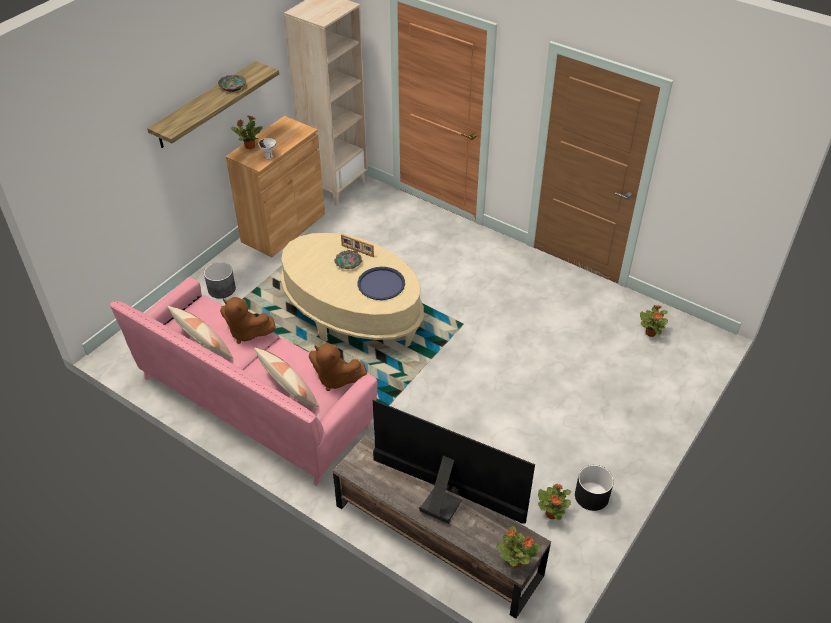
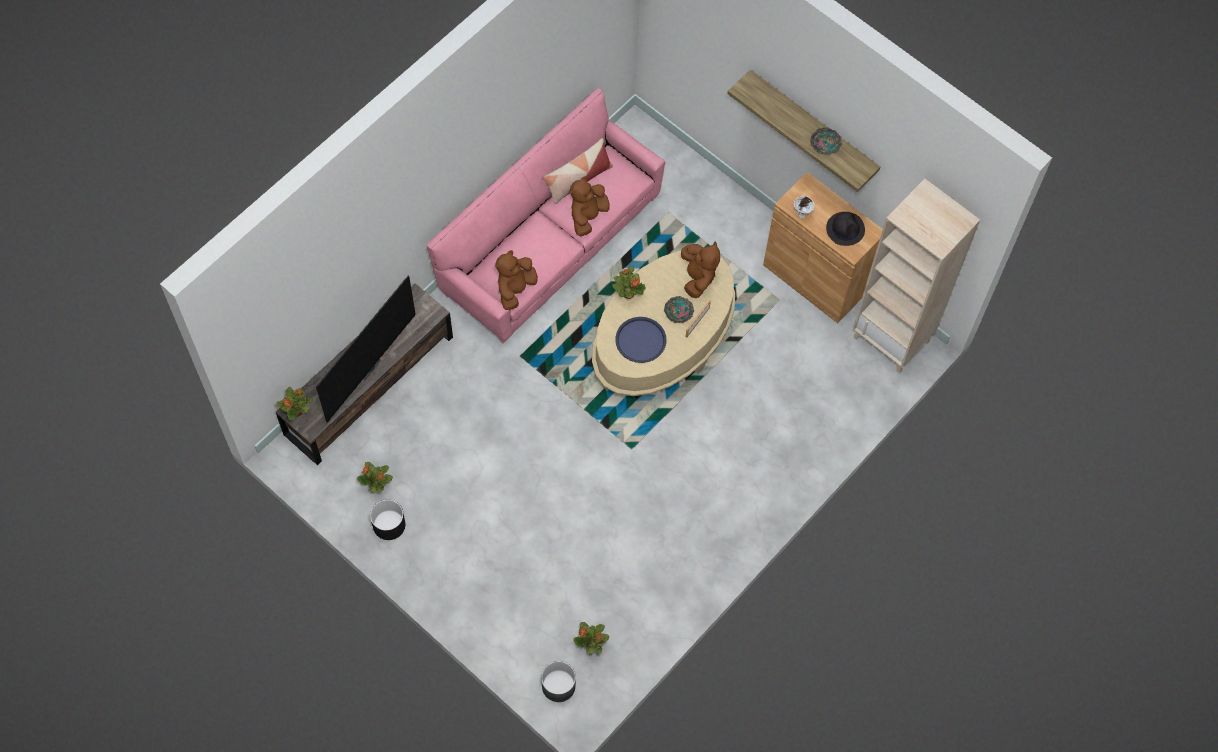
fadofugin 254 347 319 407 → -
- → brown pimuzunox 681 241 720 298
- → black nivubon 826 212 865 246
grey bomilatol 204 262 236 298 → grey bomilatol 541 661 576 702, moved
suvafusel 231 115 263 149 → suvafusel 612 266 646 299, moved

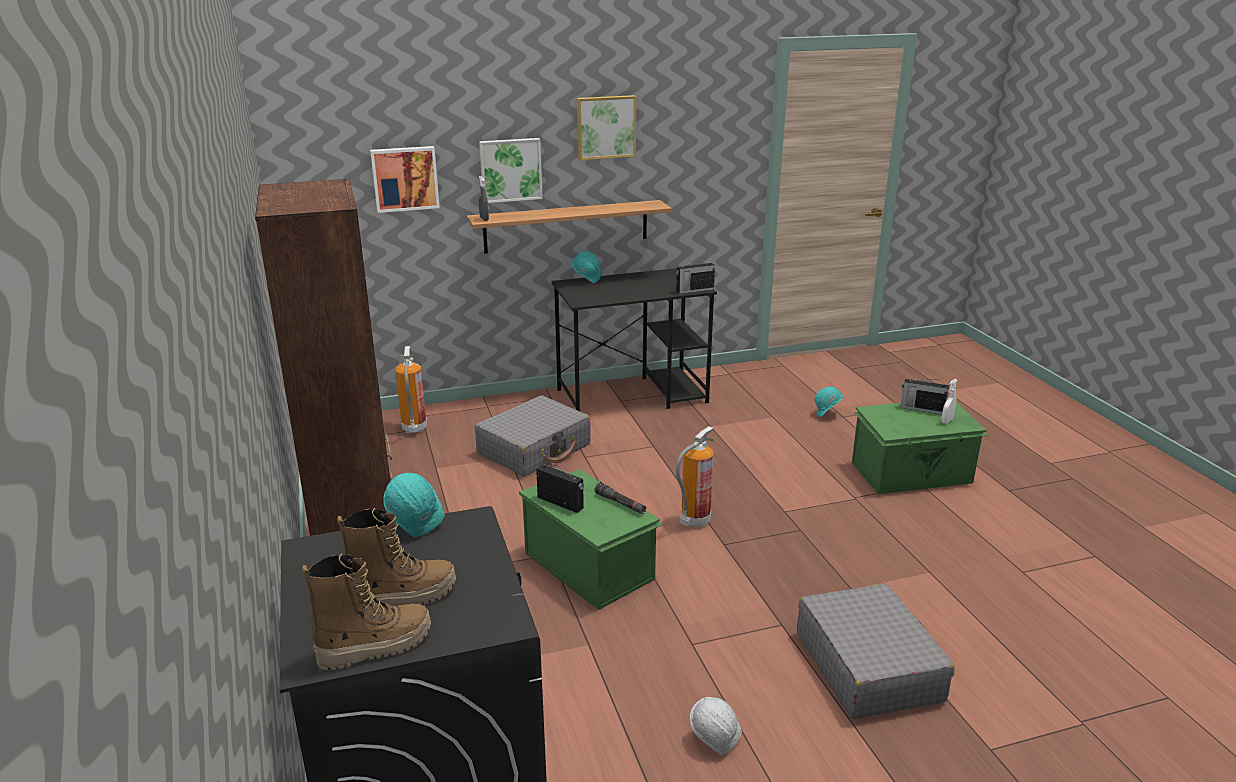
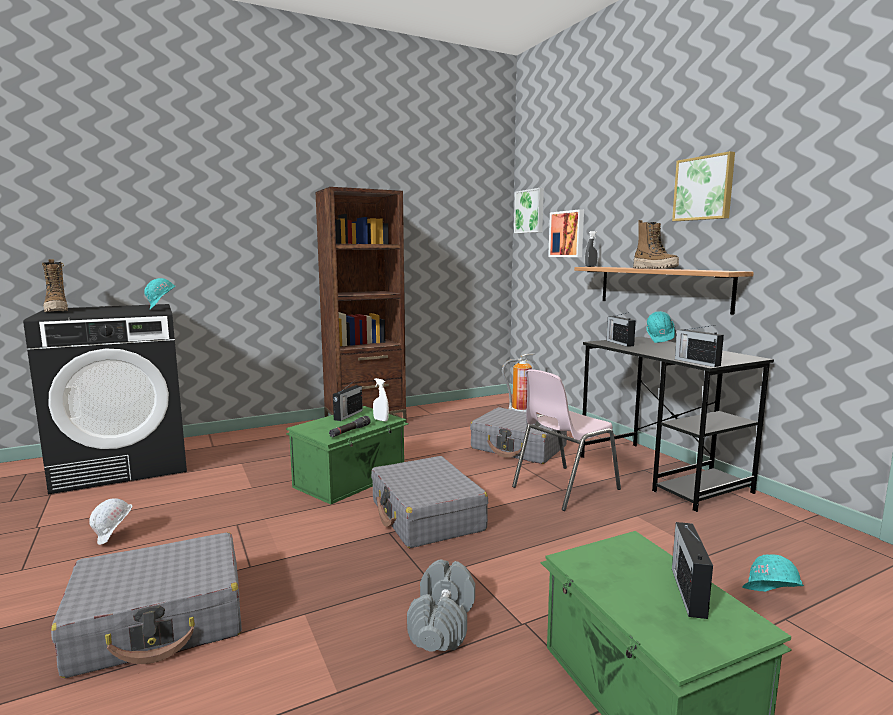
- → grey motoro 407 560 475 651
- → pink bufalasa 512 369 621 511
- → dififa 607 312 636 347
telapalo 337 508 456 606 → telapalo 633 220 679 269, moved
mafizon 479 138 543 203 → mafizon 514 188 544 233, moved
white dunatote 941 379 958 424 → white dunatote 373 378 389 422, moved
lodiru 675 426 714 528 → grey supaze 371 456 488 548

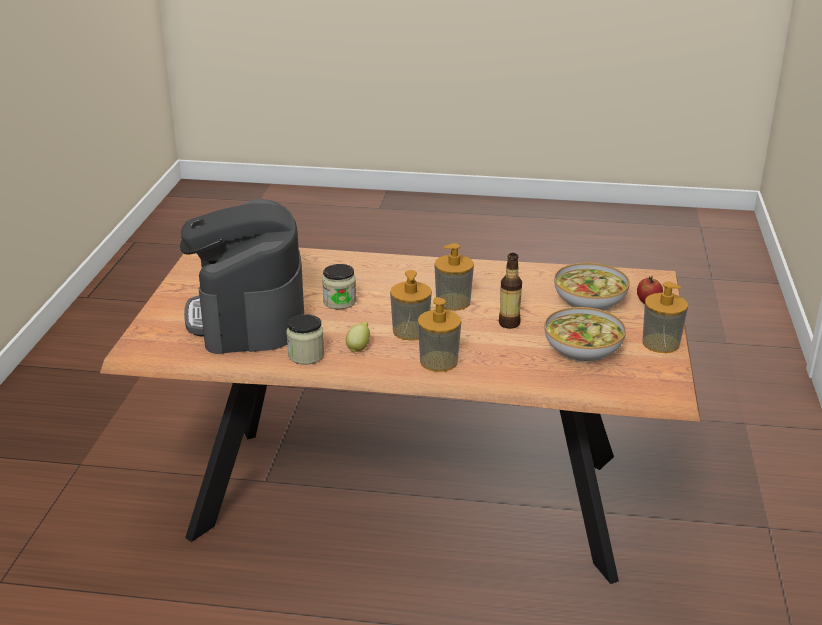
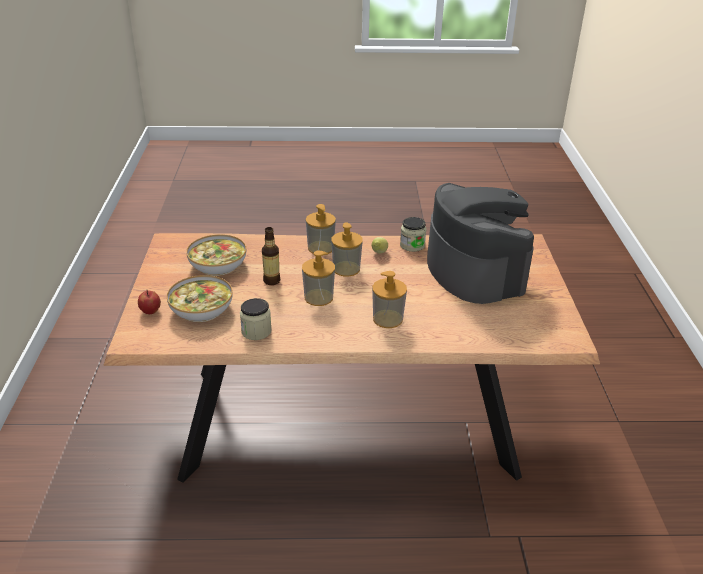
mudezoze 322 264 356 309 → mudezoze 240 298 272 340, moved
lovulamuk 642 282 688 353 → lovulamuk 372 271 407 328, moved

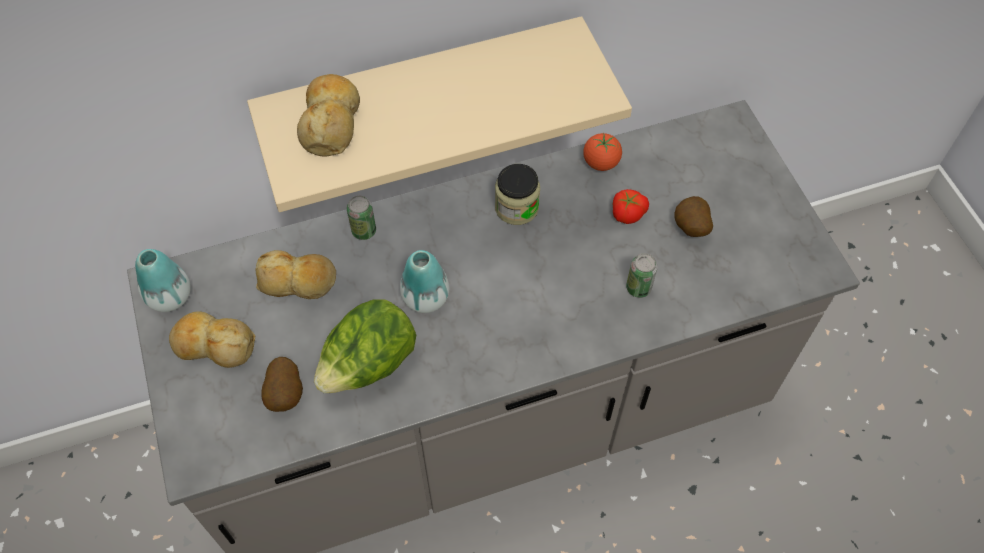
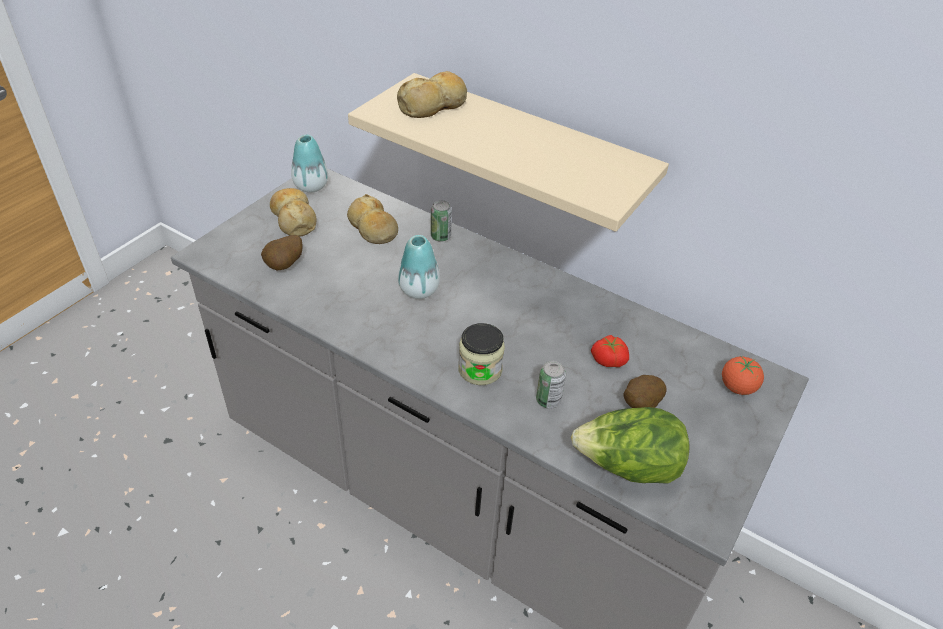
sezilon 314 299 416 393 → sezilon 571 407 690 484, moved
mudezoze 495 164 540 225 → mudezoze 458 323 505 385, moved
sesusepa 583 133 622 171 → sesusepa 722 357 764 395, moved

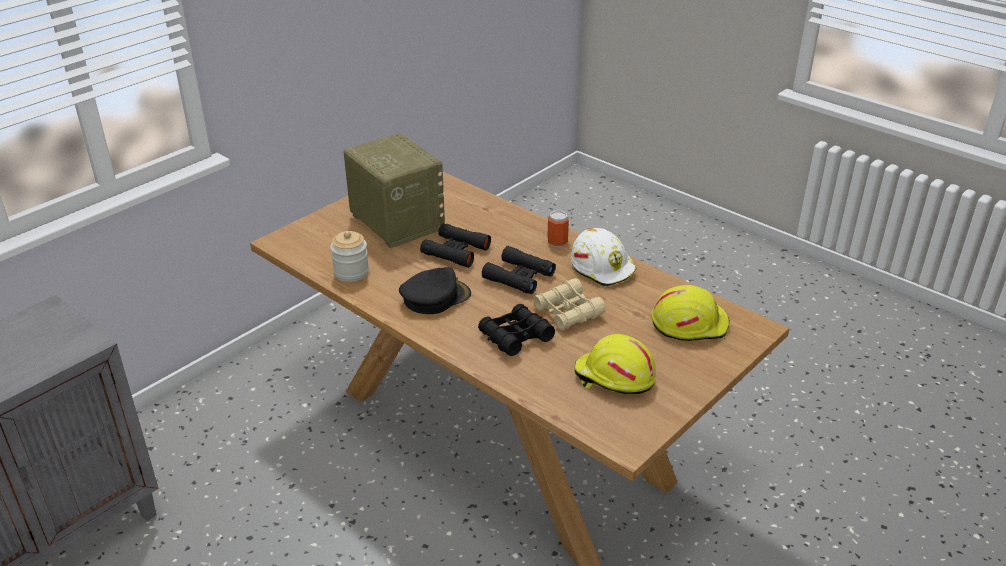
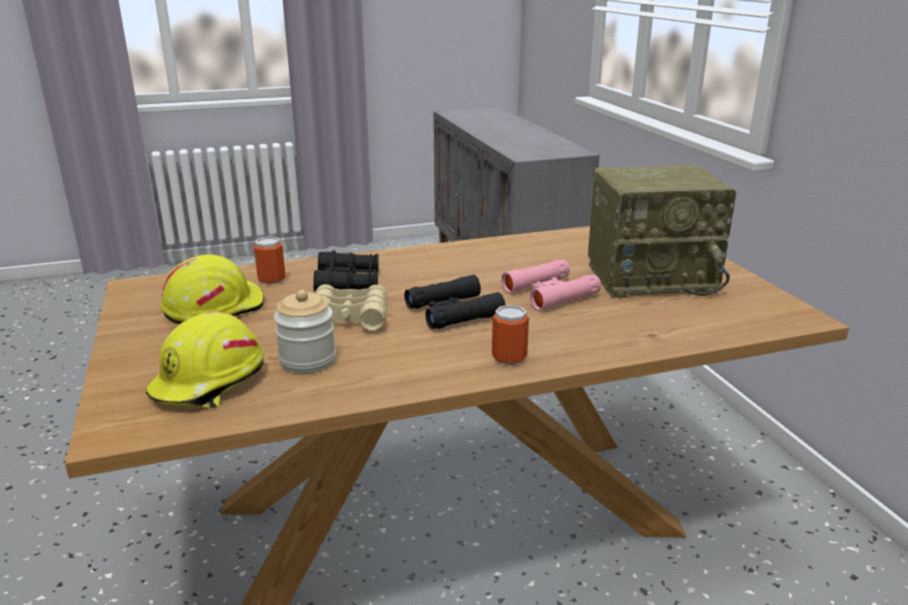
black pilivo 399 267 471 314 → -
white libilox 571 228 637 287 → -
- → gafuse 254 236 286 285
mudezoze 330 231 369 282 → mudezoze 274 290 336 374, moved
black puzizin 420 223 491 268 → pink puzizin 501 260 601 311

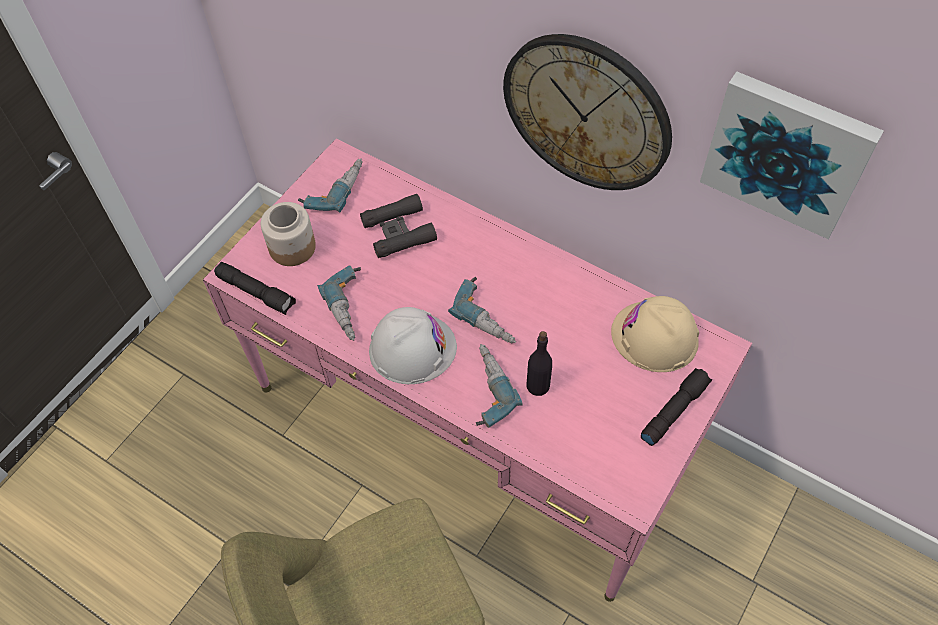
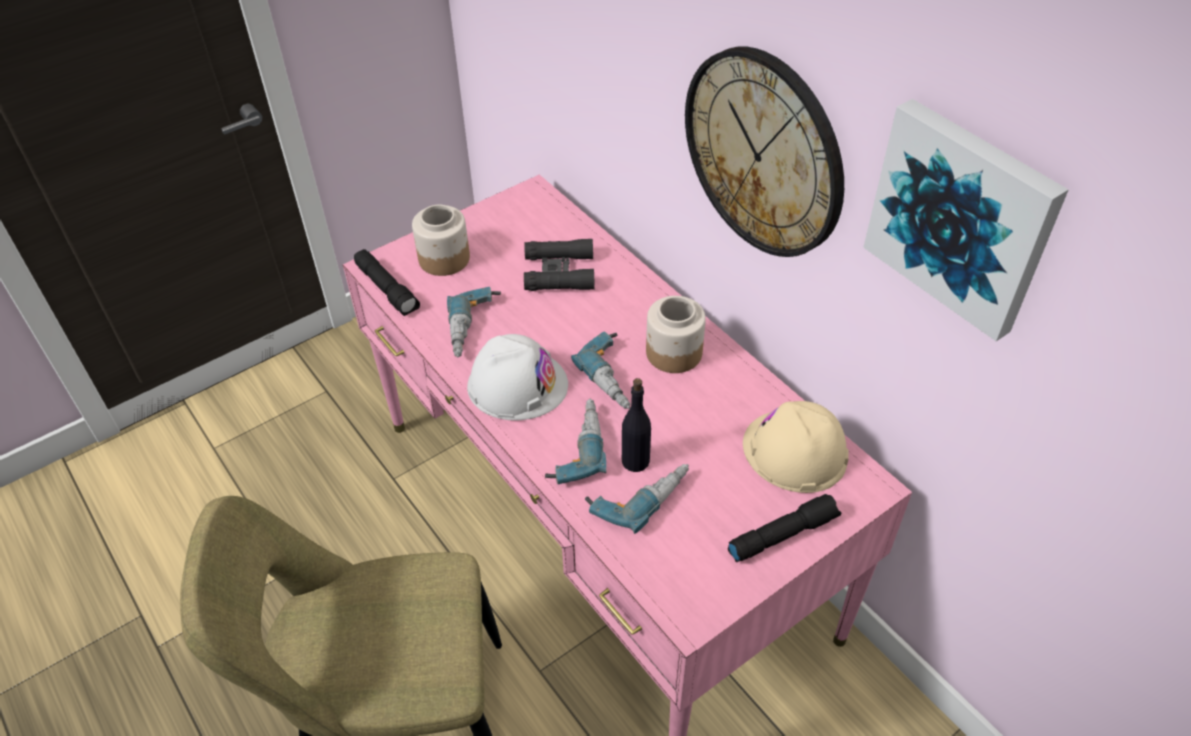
- → mudezoze 646 296 706 373
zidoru 298 158 363 213 → zidoru 585 464 689 534, moved

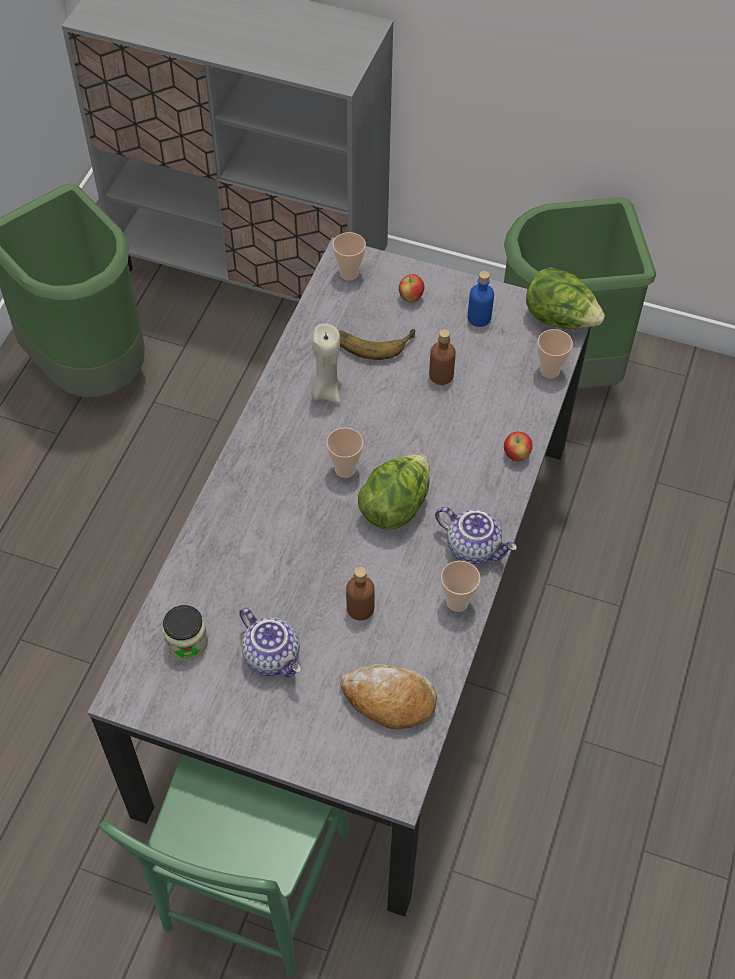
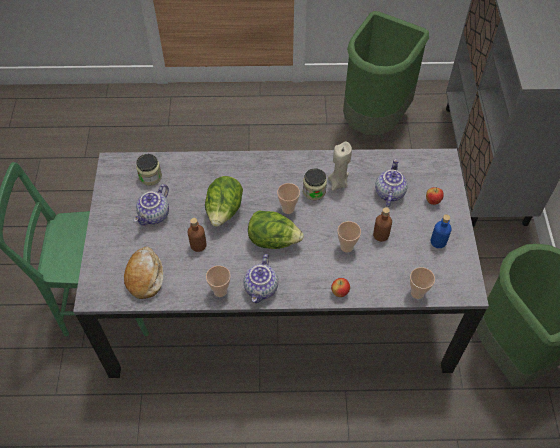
- → mudezoze 303 169 327 200
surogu 333 232 366 280 → surogu 337 221 361 253, moved
sezilon 526 267 605 329 → sezilon 205 176 243 227, moved
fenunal 339 329 415 360 → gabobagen 375 159 408 207

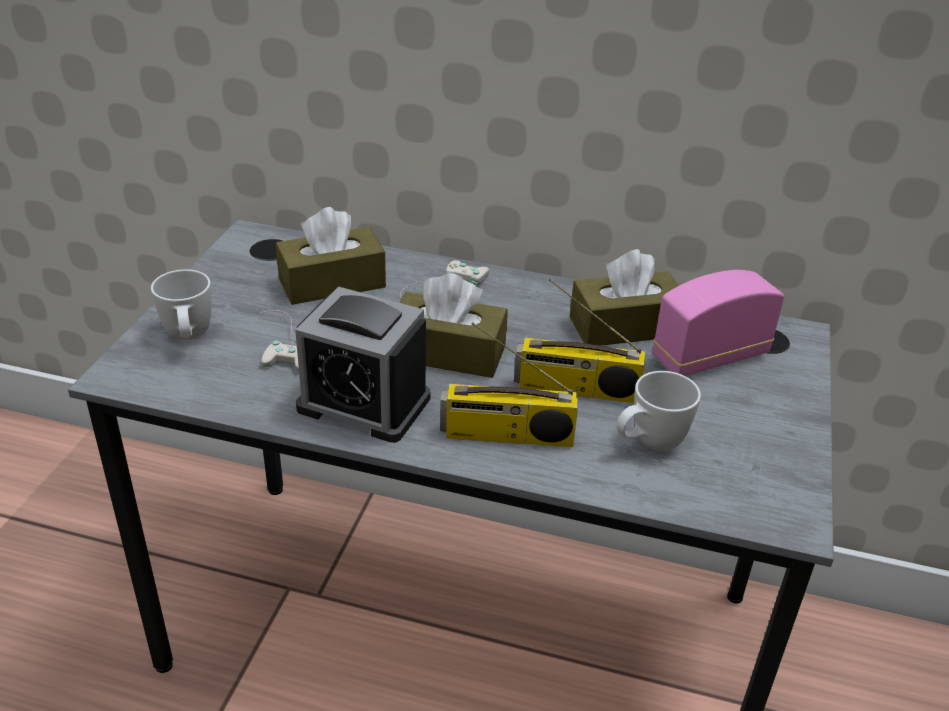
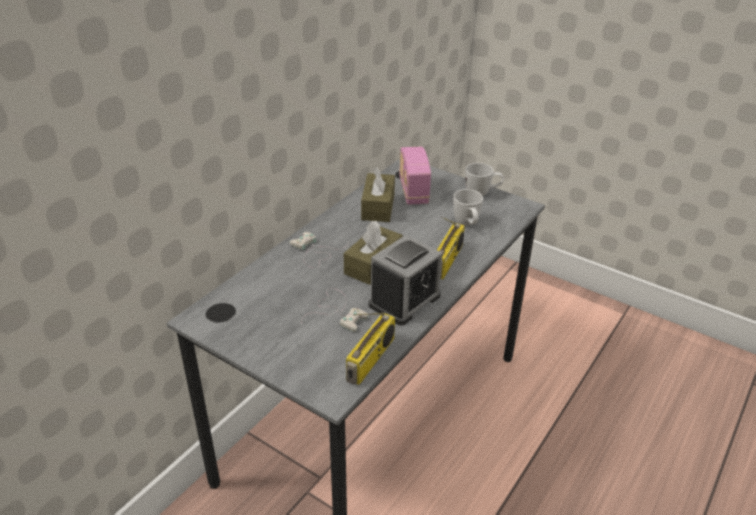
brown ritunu 276 207 386 305 → -
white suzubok 151 269 211 340 → white suzubok 465 163 504 196, moved
dififa 514 279 645 403 → dififa 346 312 395 385, moved

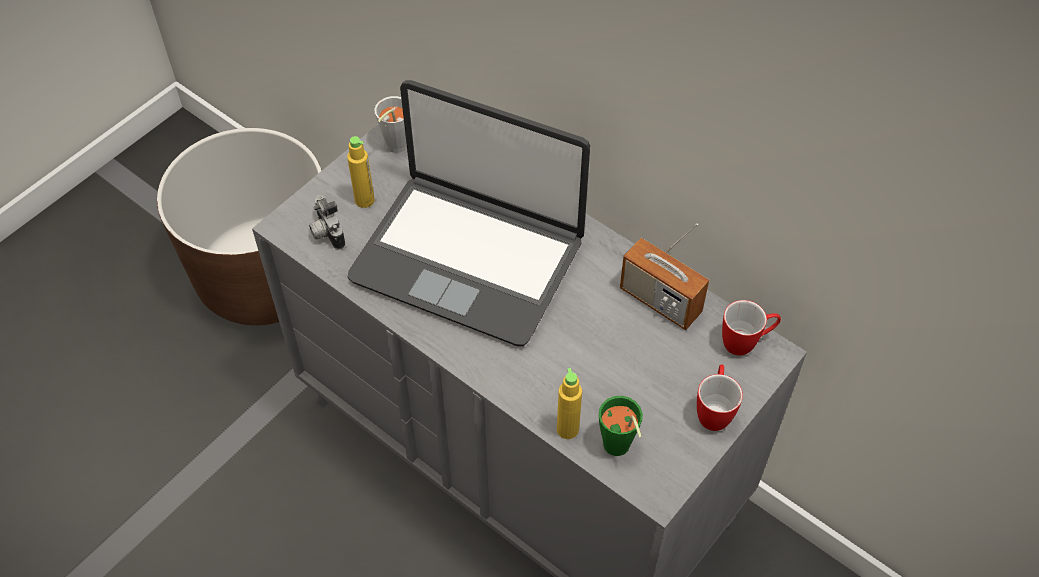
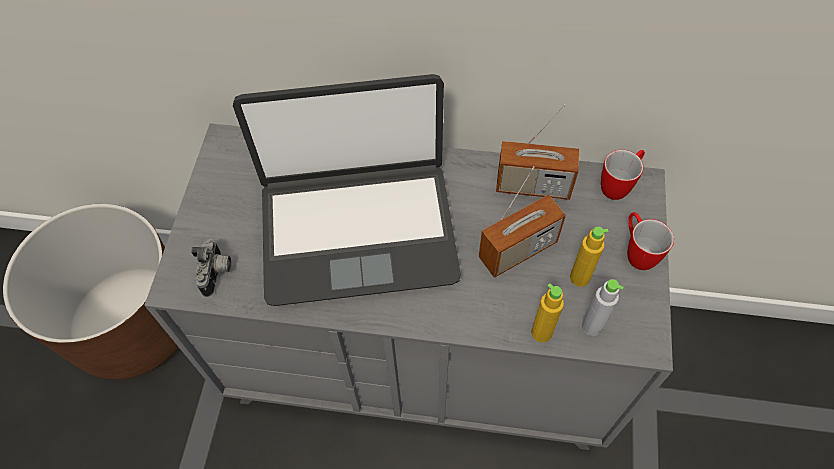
grey surogu 374 96 407 153 → -
- → dififa 479 166 566 278
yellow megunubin 347 136 375 208 → yellow megunubin 570 227 609 287, moved
green surogu 599 396 643 456 → grey megunubin 582 279 623 336
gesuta 309 195 345 250 → gesuta 191 239 231 297, 120 degrees counterclockwise

